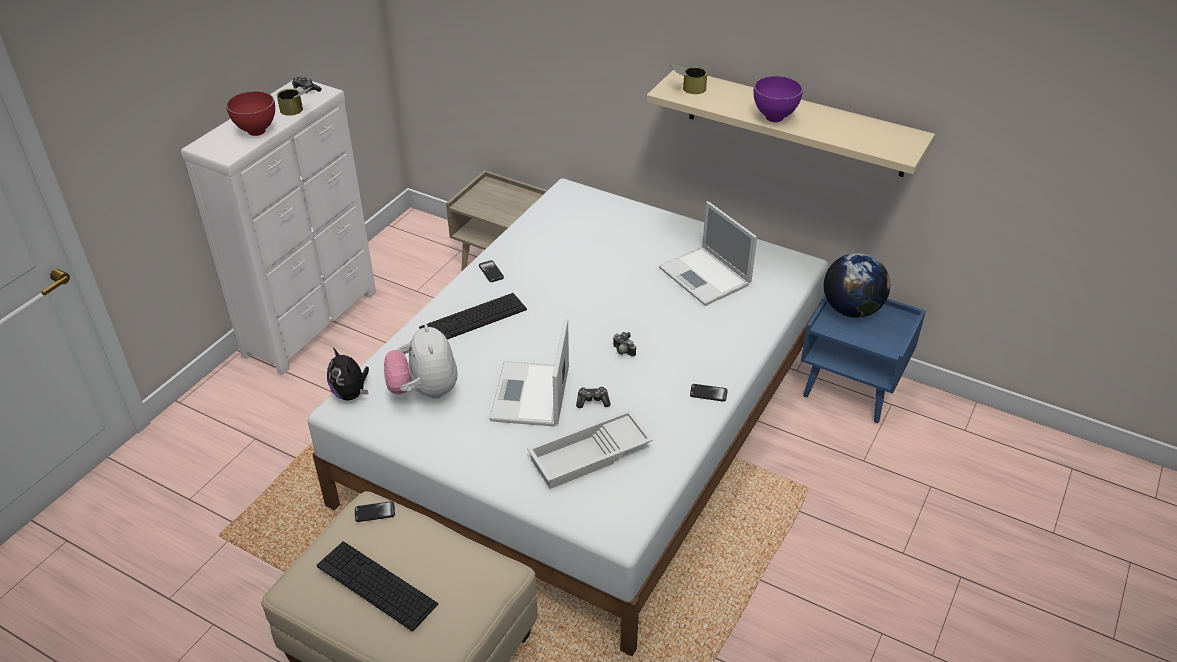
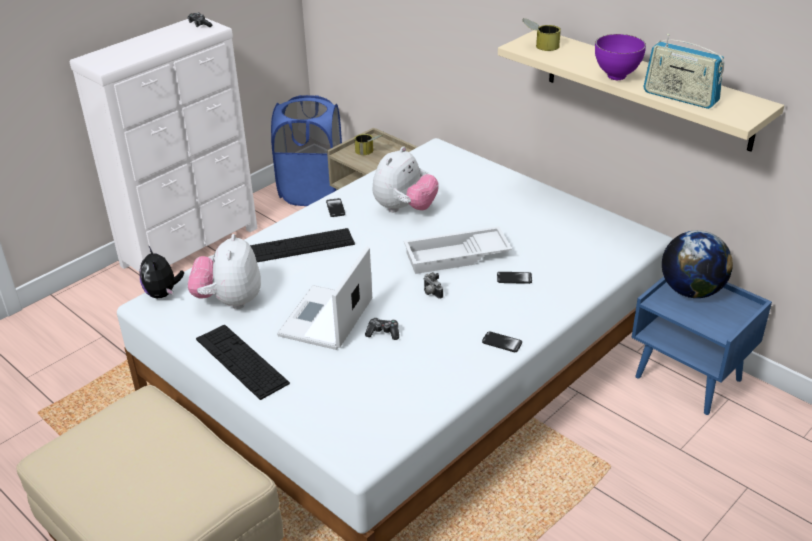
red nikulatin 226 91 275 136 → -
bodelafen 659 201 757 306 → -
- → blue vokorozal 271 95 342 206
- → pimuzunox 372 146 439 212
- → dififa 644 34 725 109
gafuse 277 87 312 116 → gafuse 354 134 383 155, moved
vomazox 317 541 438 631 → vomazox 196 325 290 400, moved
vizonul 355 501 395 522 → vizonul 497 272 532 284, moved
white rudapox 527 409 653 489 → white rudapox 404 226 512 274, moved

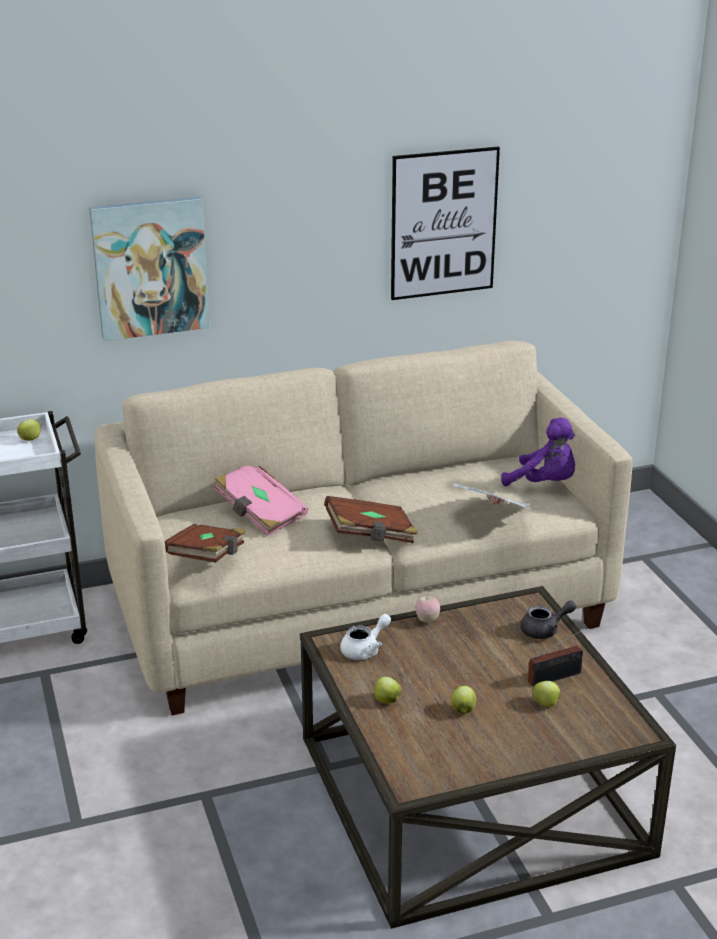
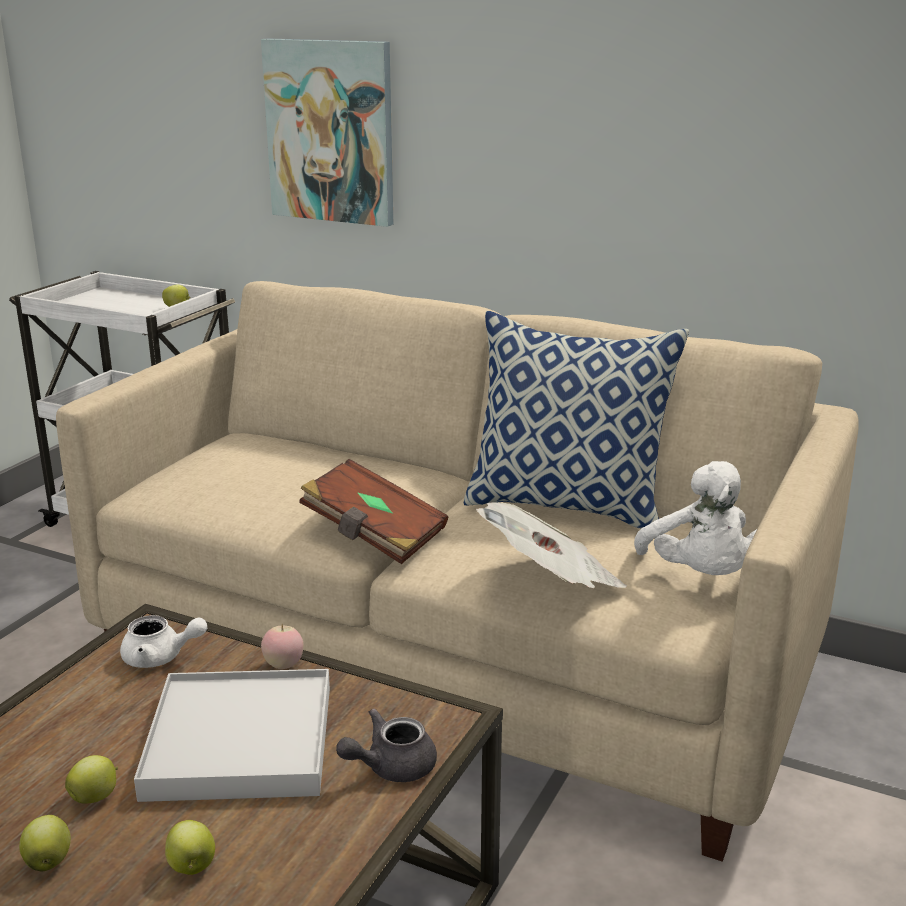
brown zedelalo 165 524 246 563 → -
pink zedelalo 214 466 308 536 → -
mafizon 391 147 500 300 → -
dififa 528 627 587 687 → -
- → white rudapox 134 669 330 802
- → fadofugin 464 311 689 529
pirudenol 374 677 402 703 → pirudenol 19 815 71 871, moved
purple pimuzunox 501 418 575 486 → white pimuzunox 634 461 757 575
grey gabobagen 521 600 576 639 → grey gabobagen 336 708 437 782, 120 degrees clockwise

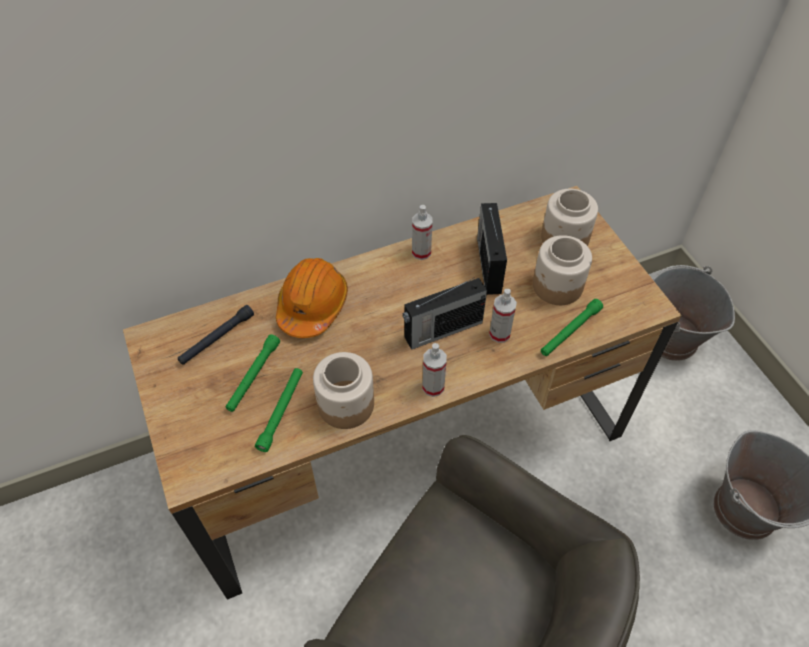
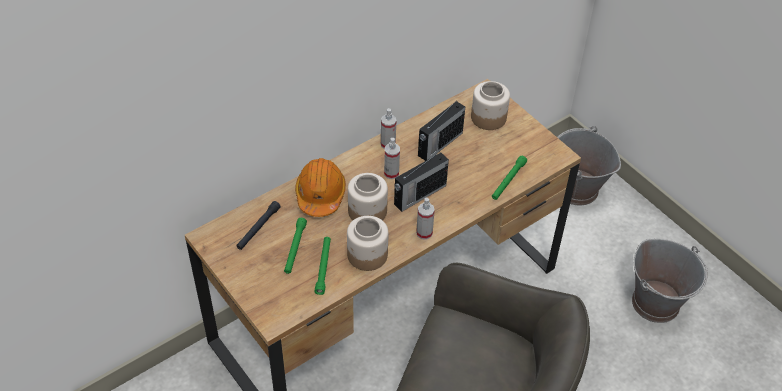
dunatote 489 289 517 343 → dunatote 384 138 400 179, moved
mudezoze 533 235 592 305 → mudezoze 348 173 388 221, moved
dififa 477 203 507 295 → dififa 418 100 465 161, 120 degrees counterclockwise

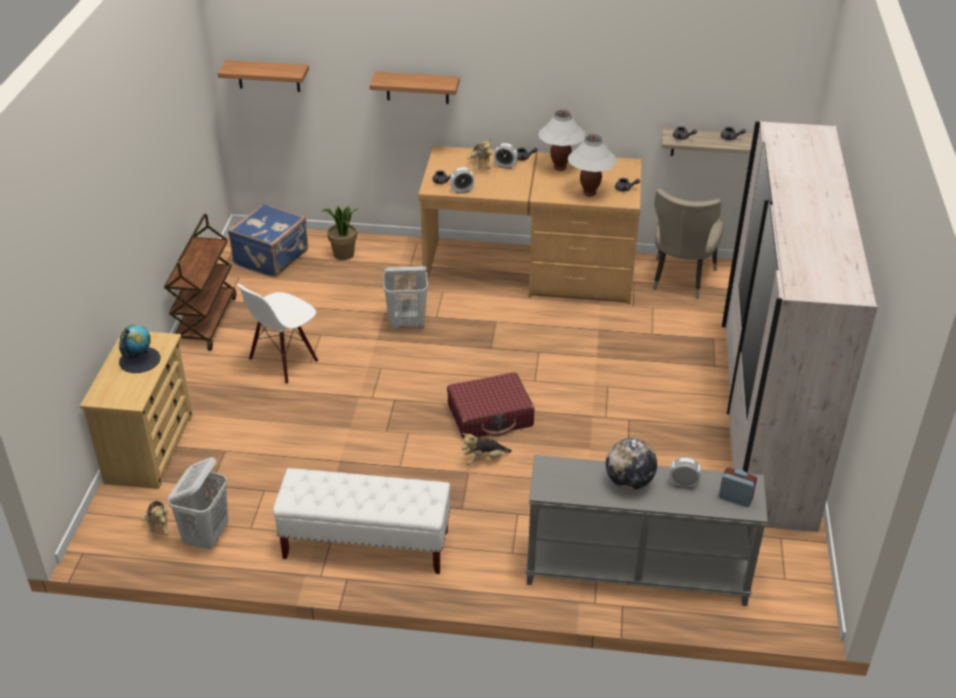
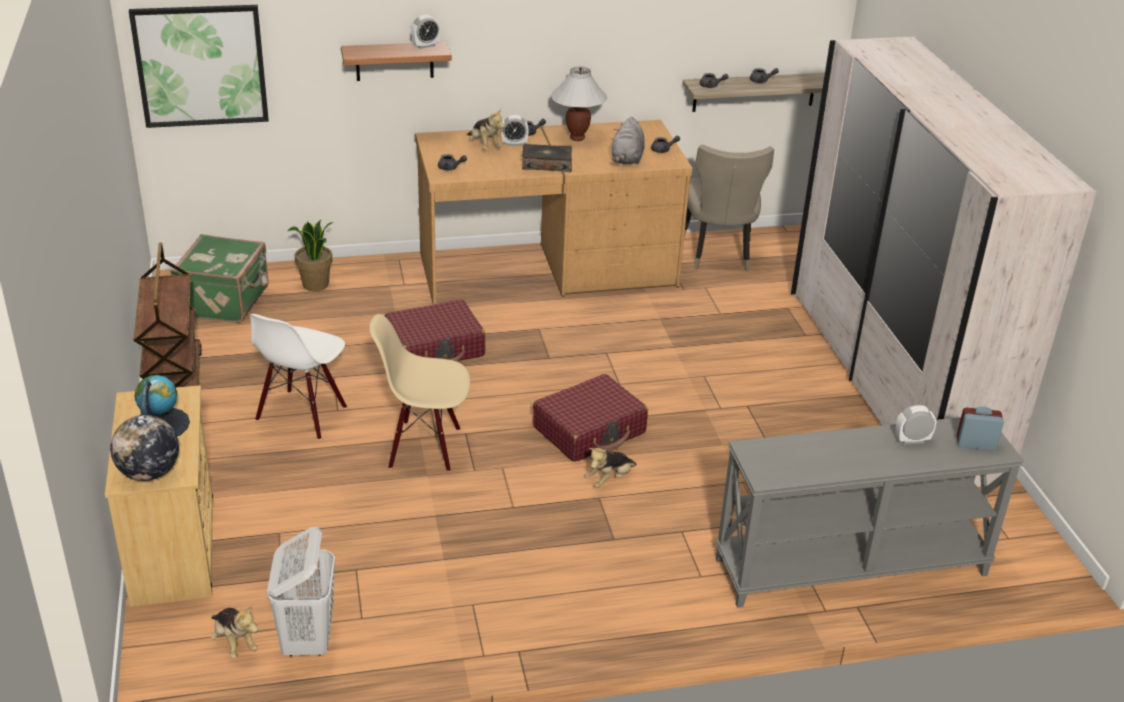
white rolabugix 273 468 451 574 → -
- → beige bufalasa 370 314 470 472
- → zedelalo 522 144 572 172
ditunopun 450 167 474 194 → ditunopun 411 15 440 49, moved
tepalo 606 438 657 490 → tepalo 110 415 179 481, moved
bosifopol 218 60 309 92 → mafizon 129 5 269 128
white vokorozal 383 266 428 330 → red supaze 385 299 485 362
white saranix 568 134 617 197 → grey pimuzunox 612 117 645 165
blue supaze 228 203 308 278 → green supaze 170 234 269 323

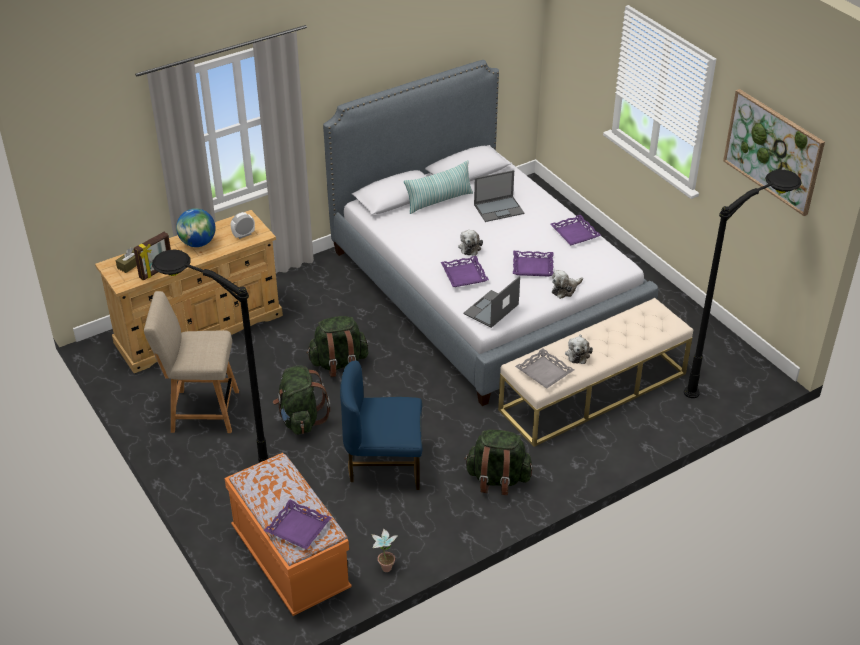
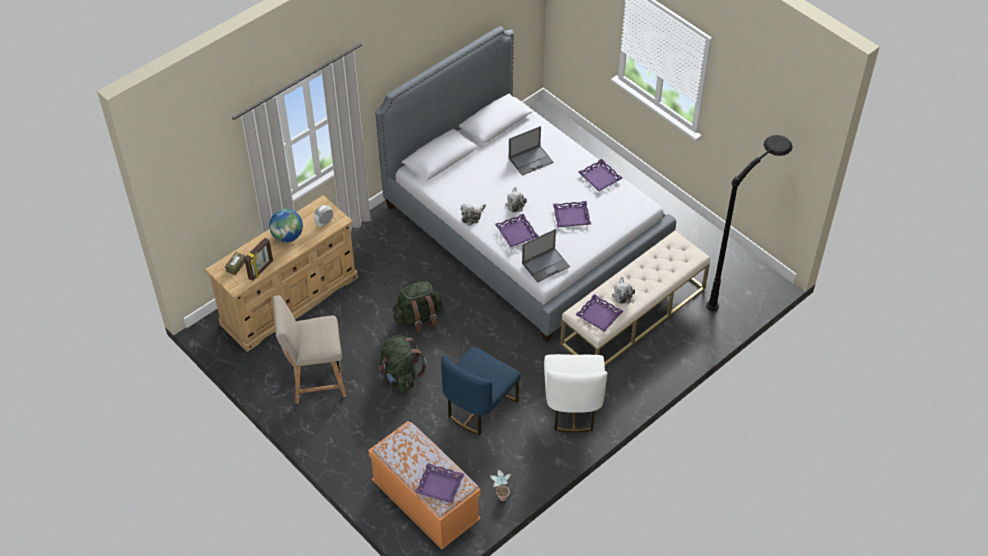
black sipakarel 152 250 268 463 → -
fadofugin 404 160 473 214 → -
mafizon 723 89 825 216 → -
pimuzunox 552 270 583 299 → pimuzunox 461 203 486 226, moved
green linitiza 465 430 533 495 → white bufalasa 544 354 607 433
grey rudapox 515 349 574 389 → purple rudapox 575 294 623 332
blue bufalasa 340 361 422 490 → blue bufalasa 441 347 521 435, 45 degrees counterclockwise
bodelafen 463 276 520 328 → bodelafen 522 229 570 283, 150 degrees counterclockwise

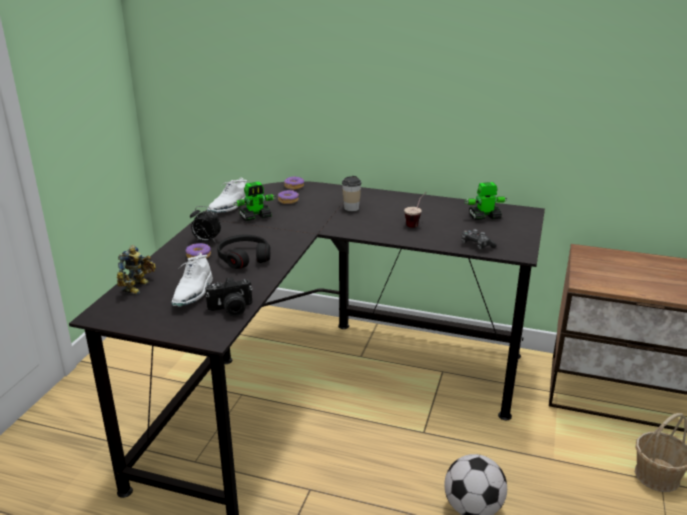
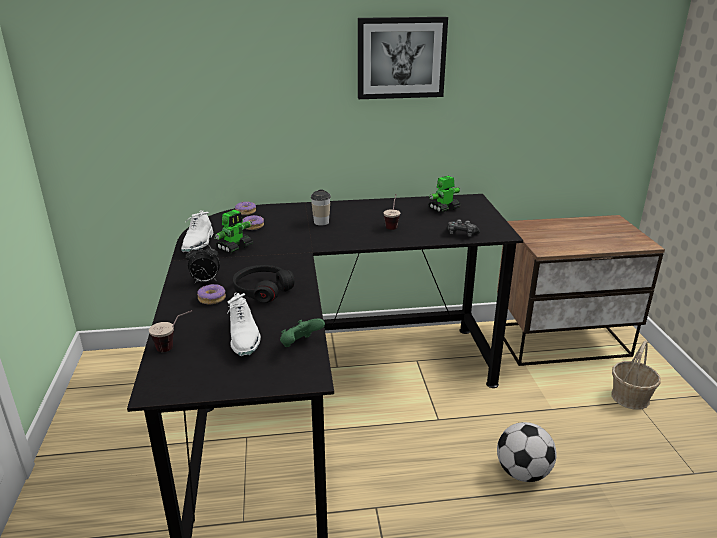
- → mafizon 358 17 448 99
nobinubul 117 245 156 295 → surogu 149 310 192 352
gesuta 205 277 252 316 → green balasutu 280 319 325 347

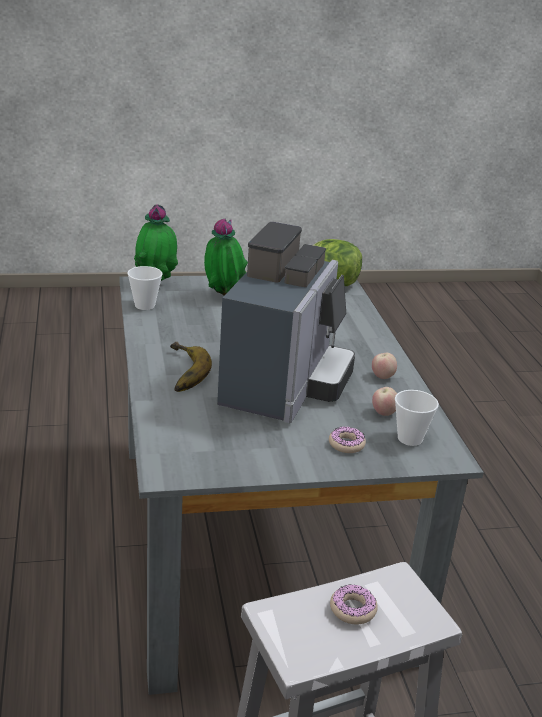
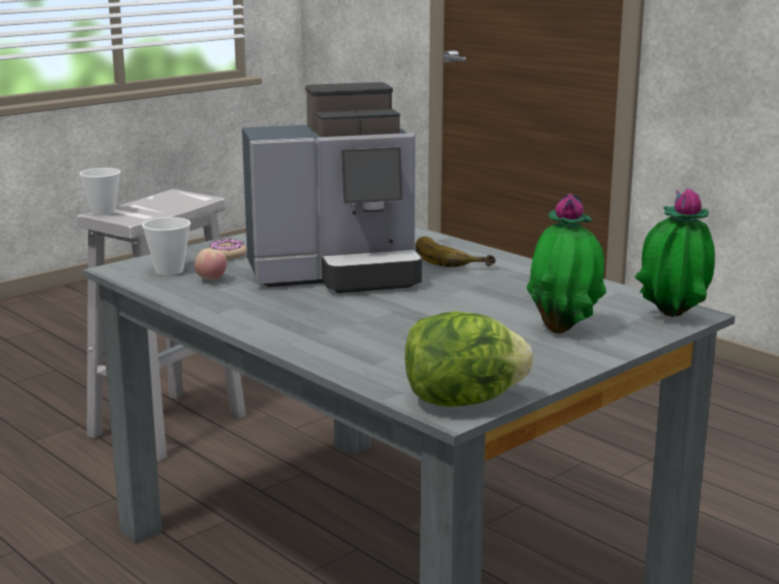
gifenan 330 584 378 624 → -
pirudenol 372 353 397 379 → -
surogu 128 266 163 310 → surogu 80 168 121 215, moved
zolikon 217 222 355 423 → zolikon 242 82 422 293, 90 degrees counterclockwise

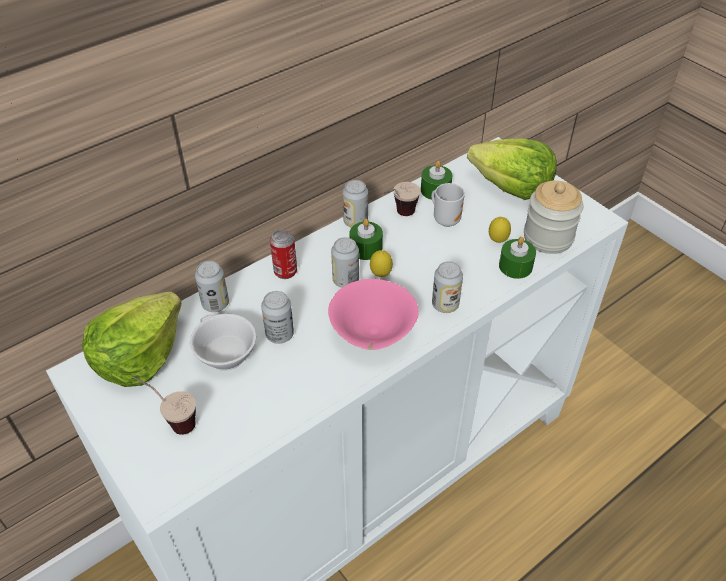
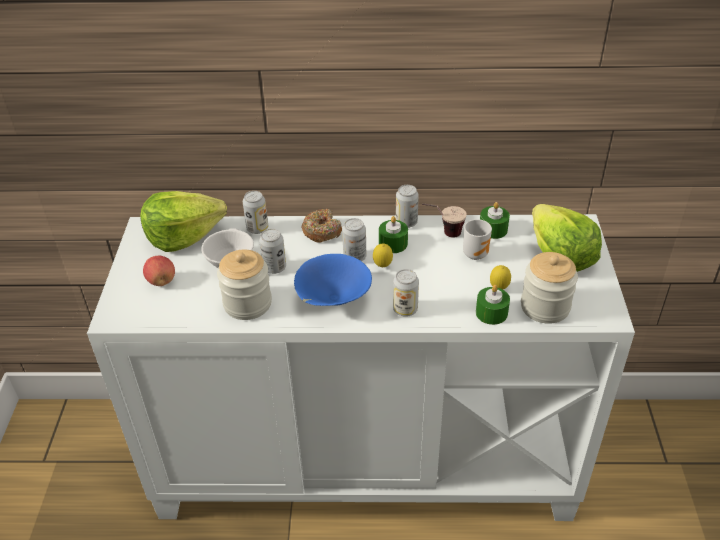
- → mudezoze 217 250 272 320
surogu 133 376 196 435 → pirudenol 143 256 175 286
gafuse 270 230 297 279 → gifenan 301 209 342 243
pink nikulatin 328 279 419 350 → blue nikulatin 294 254 372 306

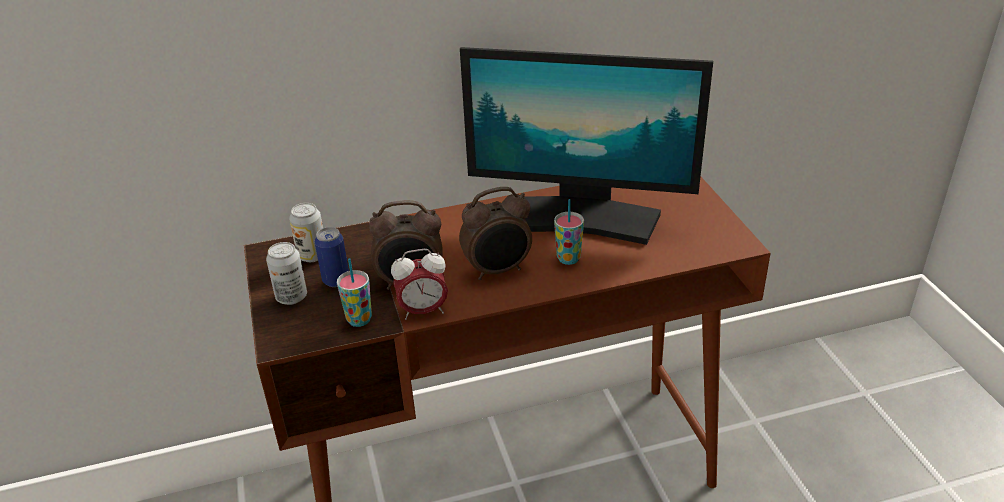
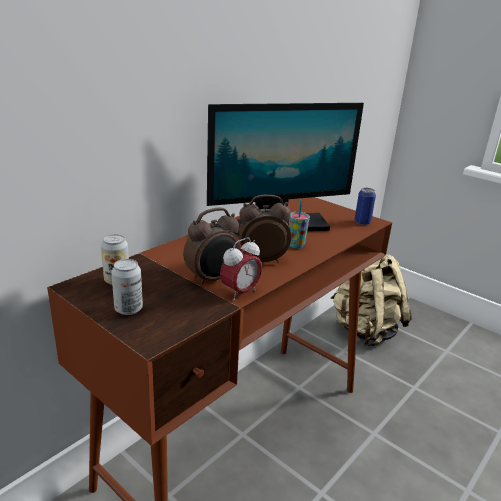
surogu 337 258 372 327 → -
- → beige linitiza 330 254 412 346
gafuse 315 227 349 287 → gafuse 355 188 376 225, moved
ditunopun 459 187 532 280 → ditunopun 239 195 291 263, 135 degrees counterclockwise

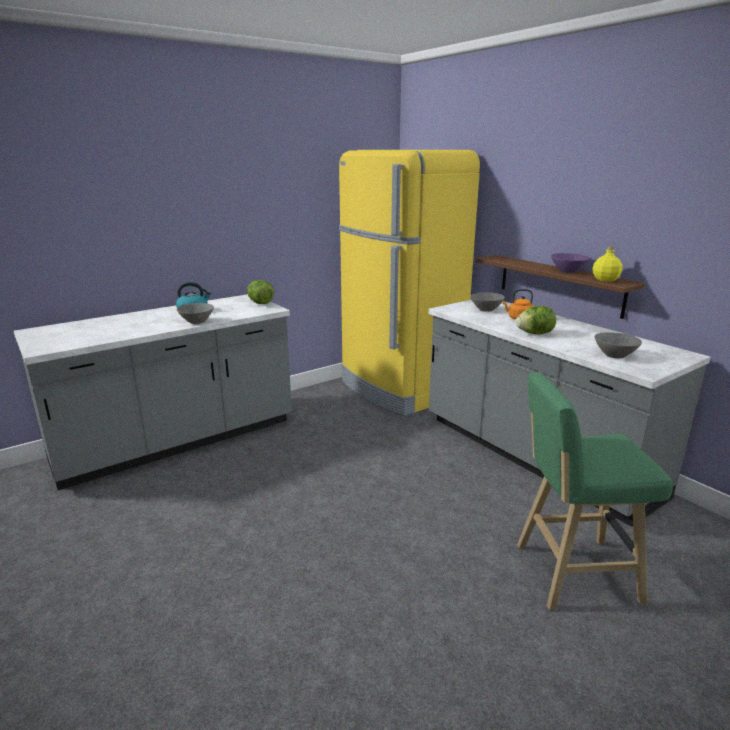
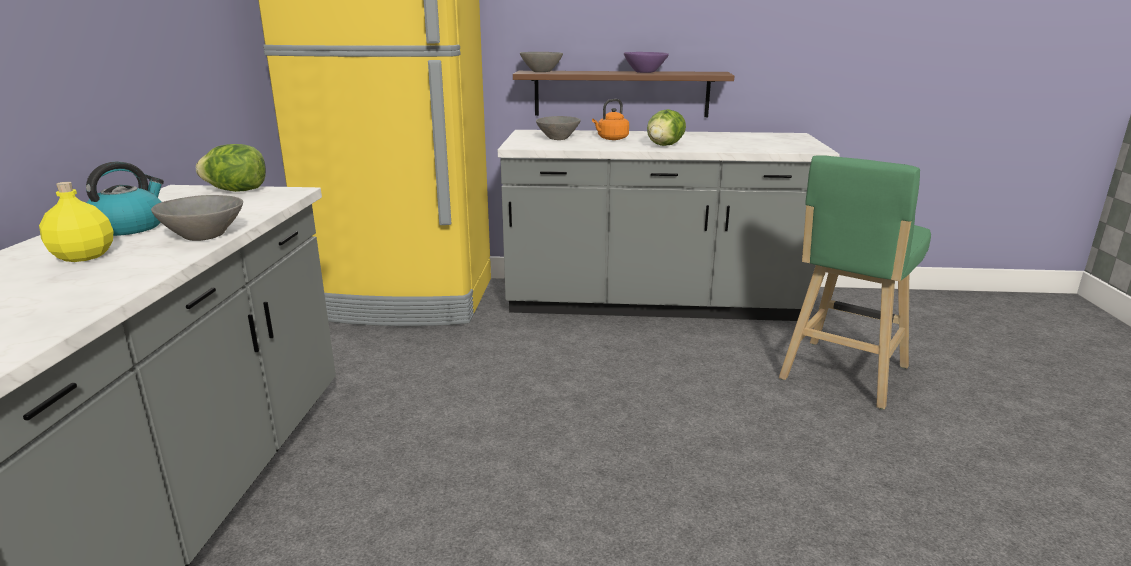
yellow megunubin 592 246 623 282 → yellow megunubin 39 182 113 262, moved
grey nikulatin 595 332 642 358 → grey nikulatin 520 52 563 72, moved

